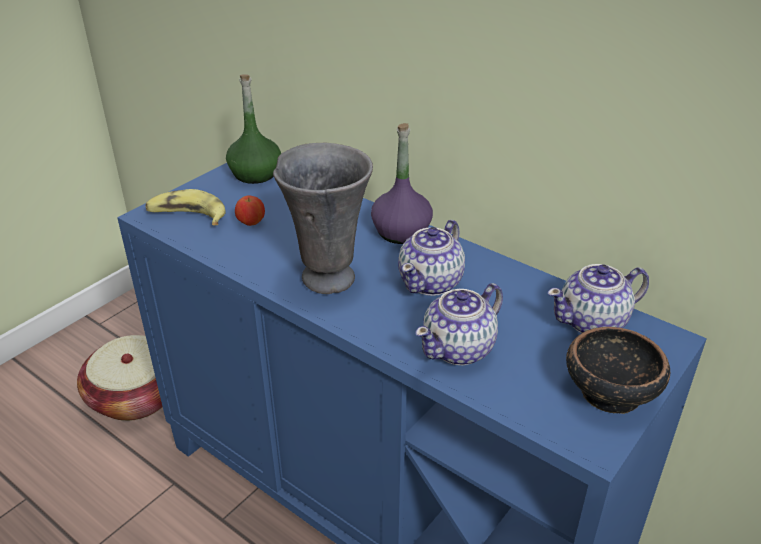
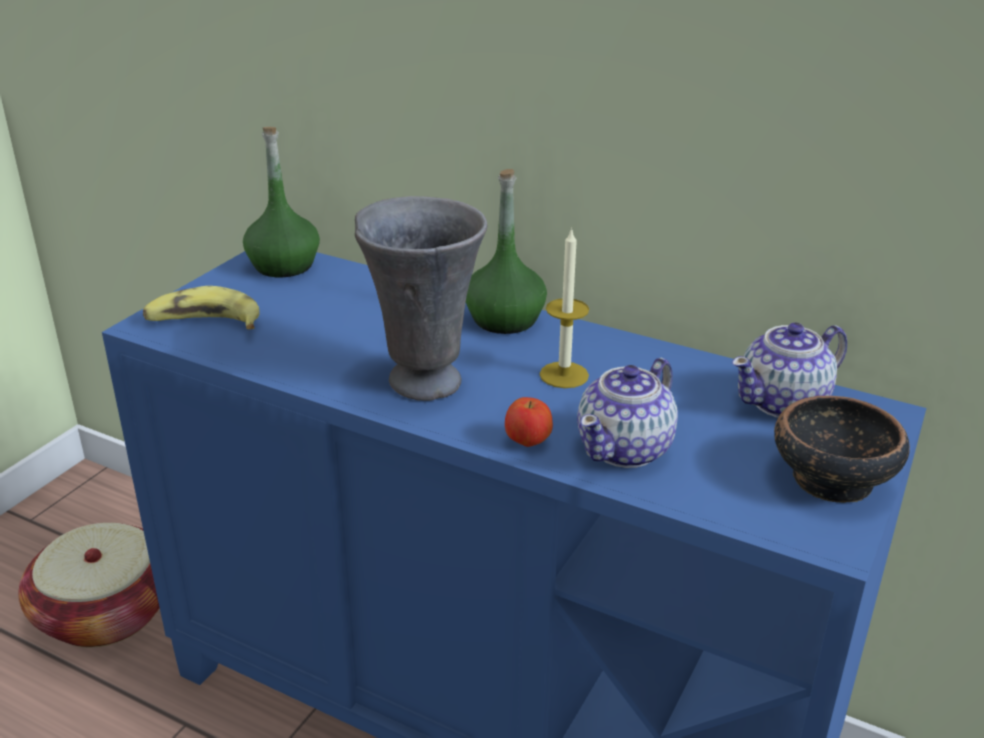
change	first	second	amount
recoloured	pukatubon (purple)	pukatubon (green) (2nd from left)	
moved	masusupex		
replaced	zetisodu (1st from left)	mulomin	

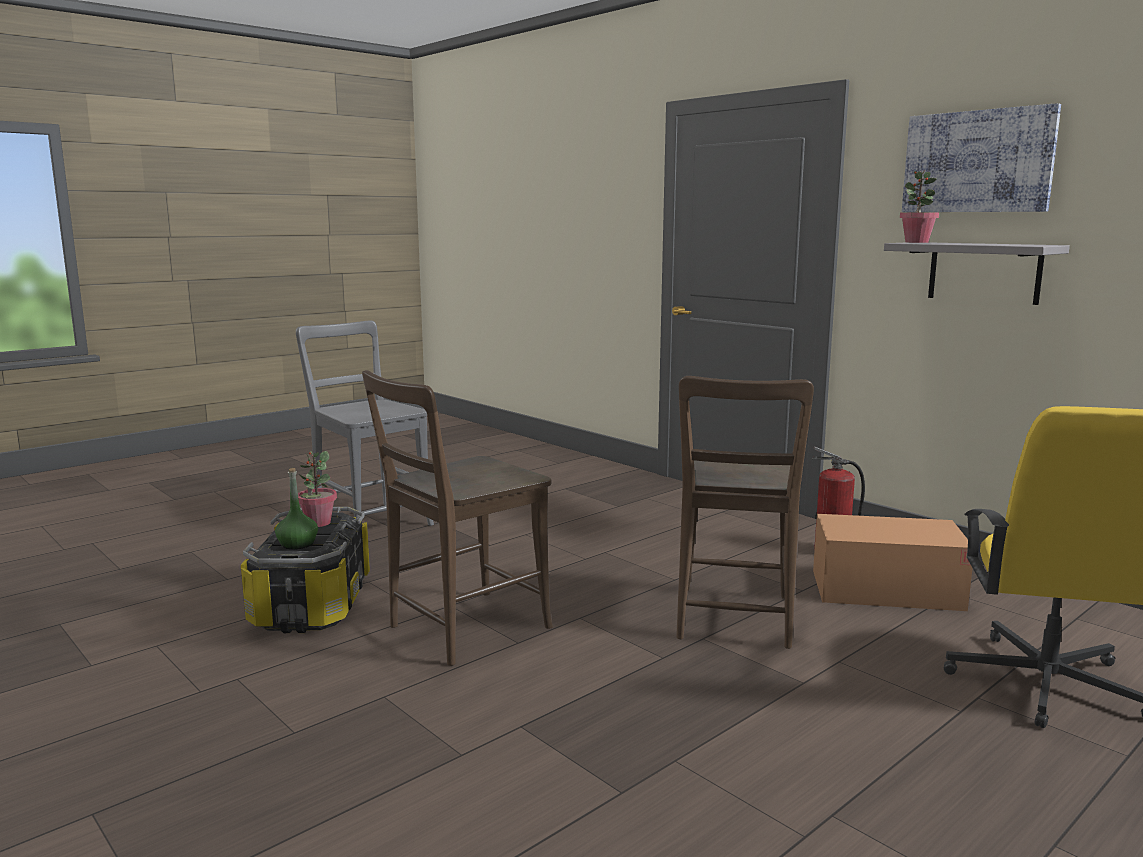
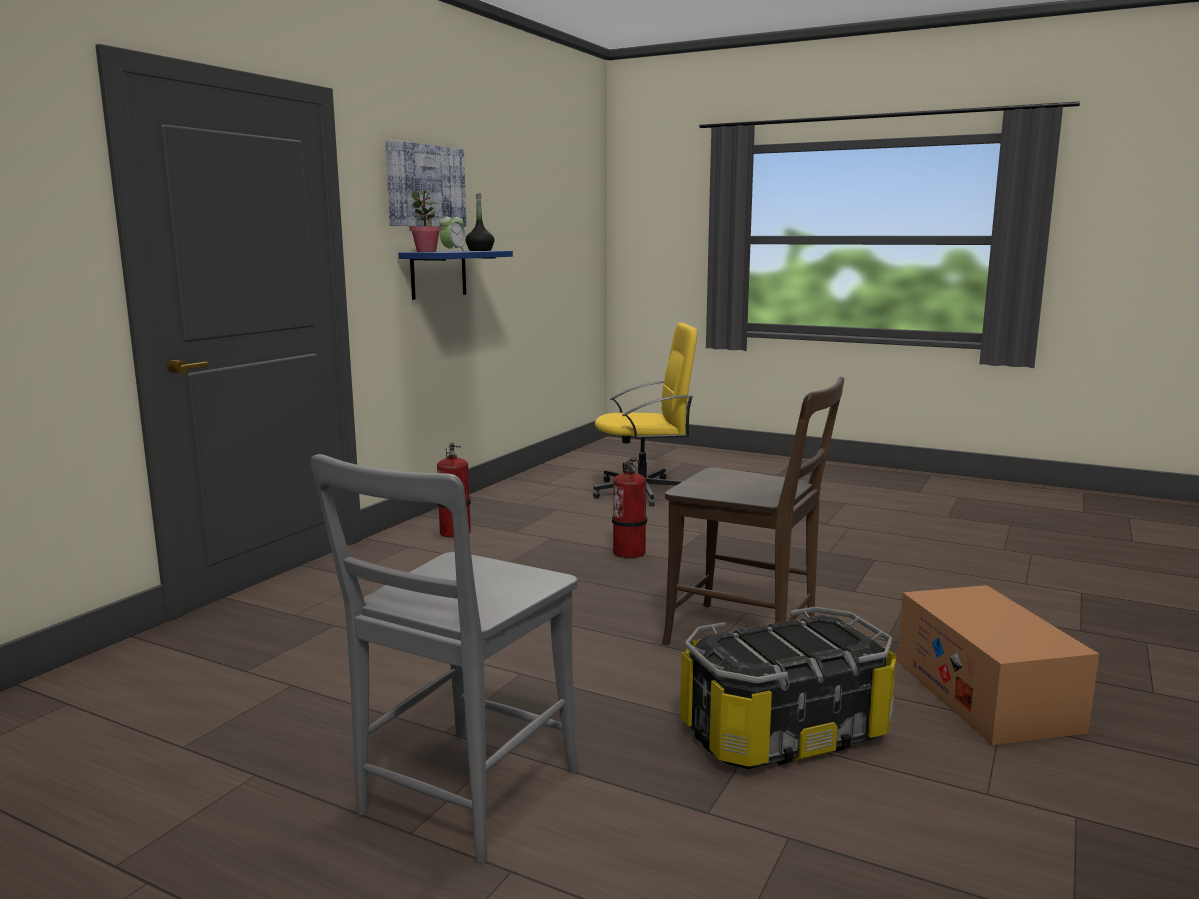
change	first	second	amount
recoloured	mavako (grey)	mavako (blue)	
replaced	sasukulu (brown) (2nd from left)	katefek (2nd from left)	
removed	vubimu (1st from left)		
removed	pukatubon (green)		
moved	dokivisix		
added		pukatubon (black)	
added		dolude	

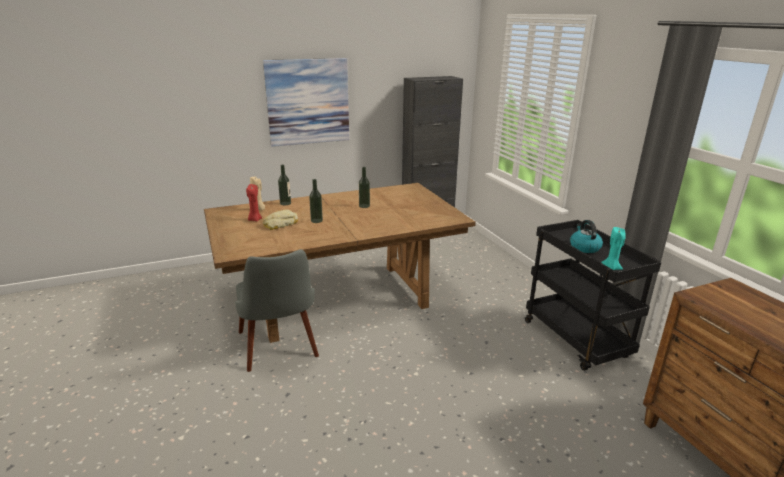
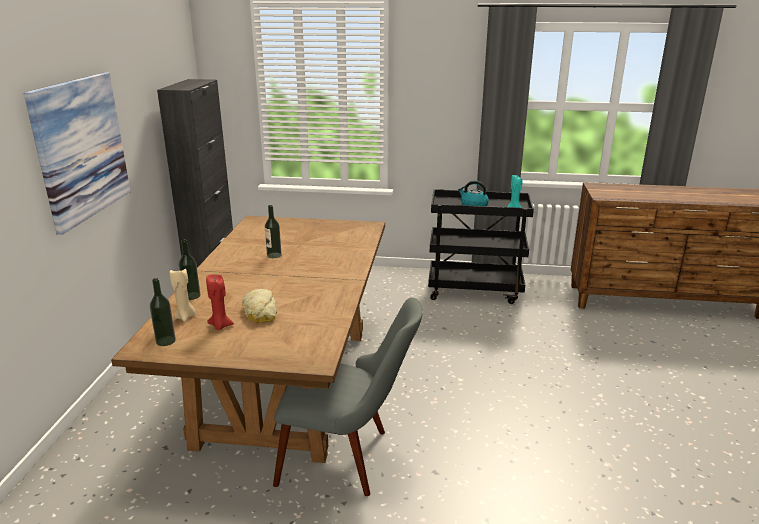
change	first	second	amount
moved	pukatubon (2nd from left in the first image)	pukatubon (1st from left)	

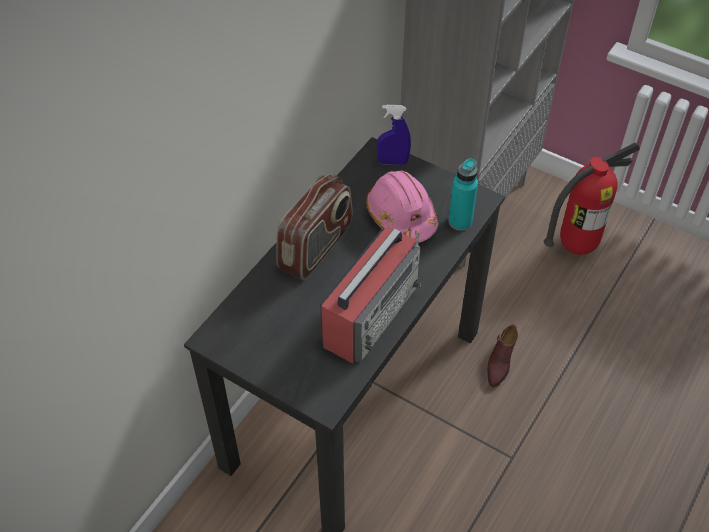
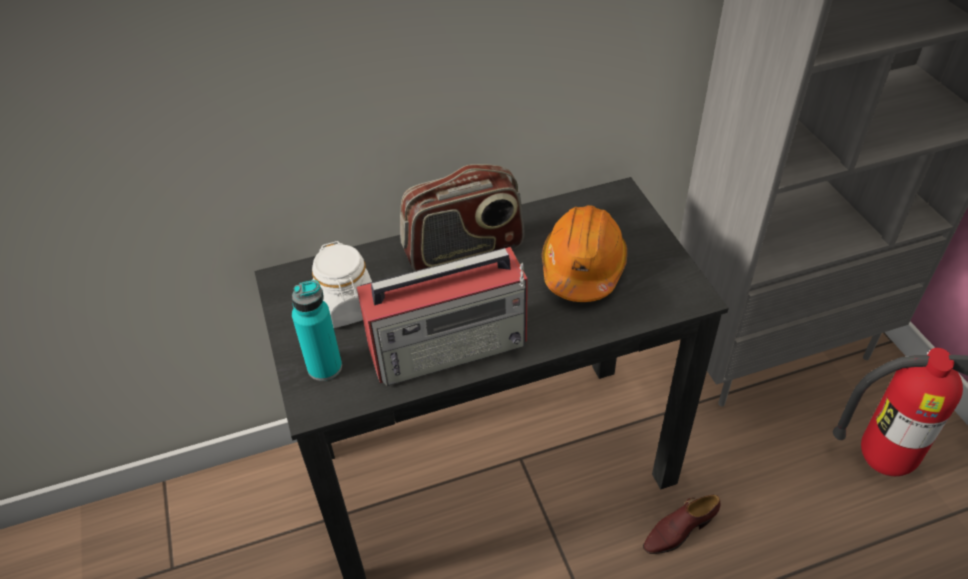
change	first	second	amount
removed	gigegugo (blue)		
moved	pukatubon (turquoise)		
recoloured	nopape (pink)	nopape (orange)	
added		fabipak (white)	

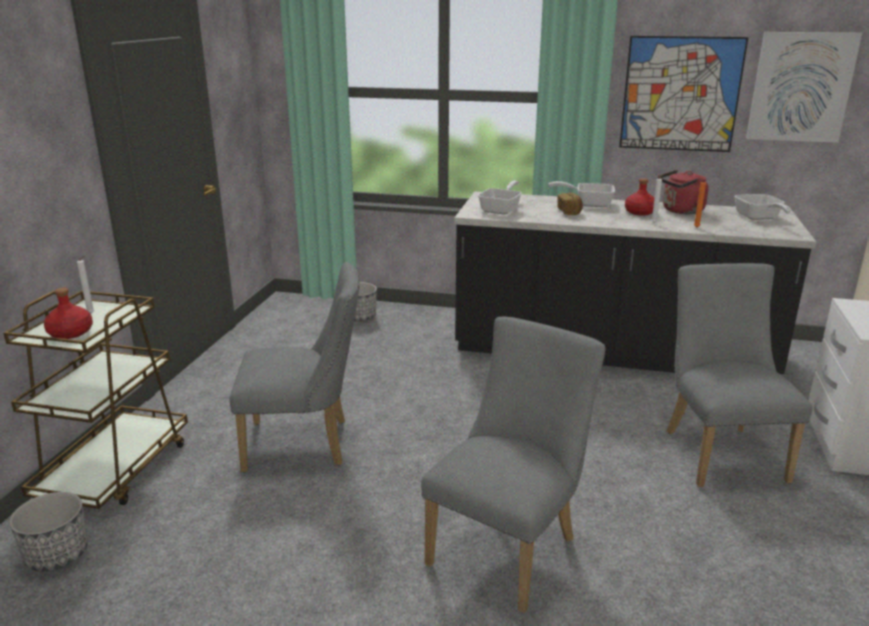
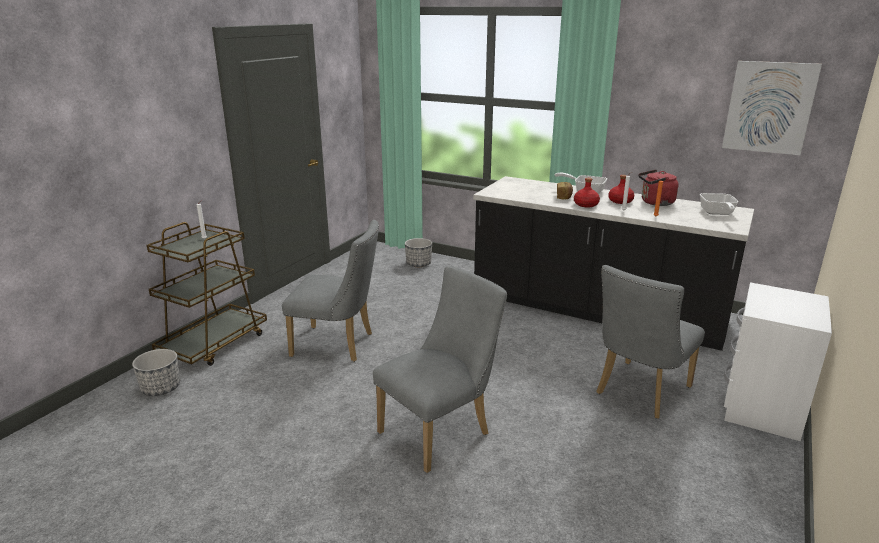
change	first	second	amount
removed	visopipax (1st from left)		
removed	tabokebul (1st from left)		
turned	sasukulu (grey) (3rd from left)		150 degrees counterclockwise
moved	pukatubon (red) (1st from left)		

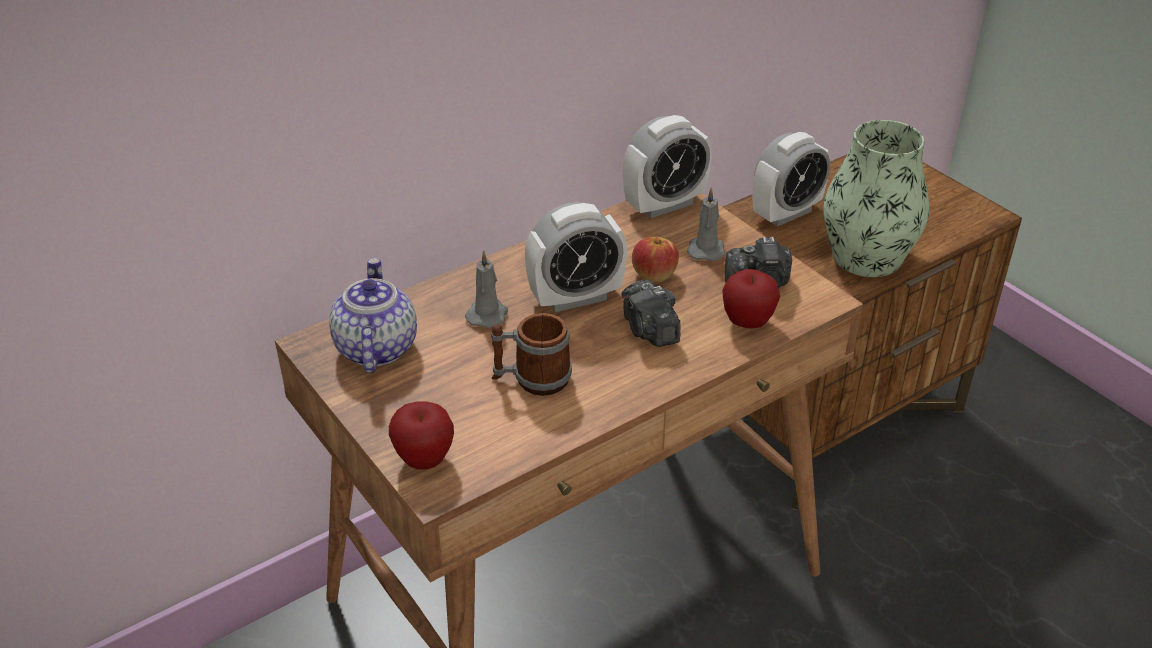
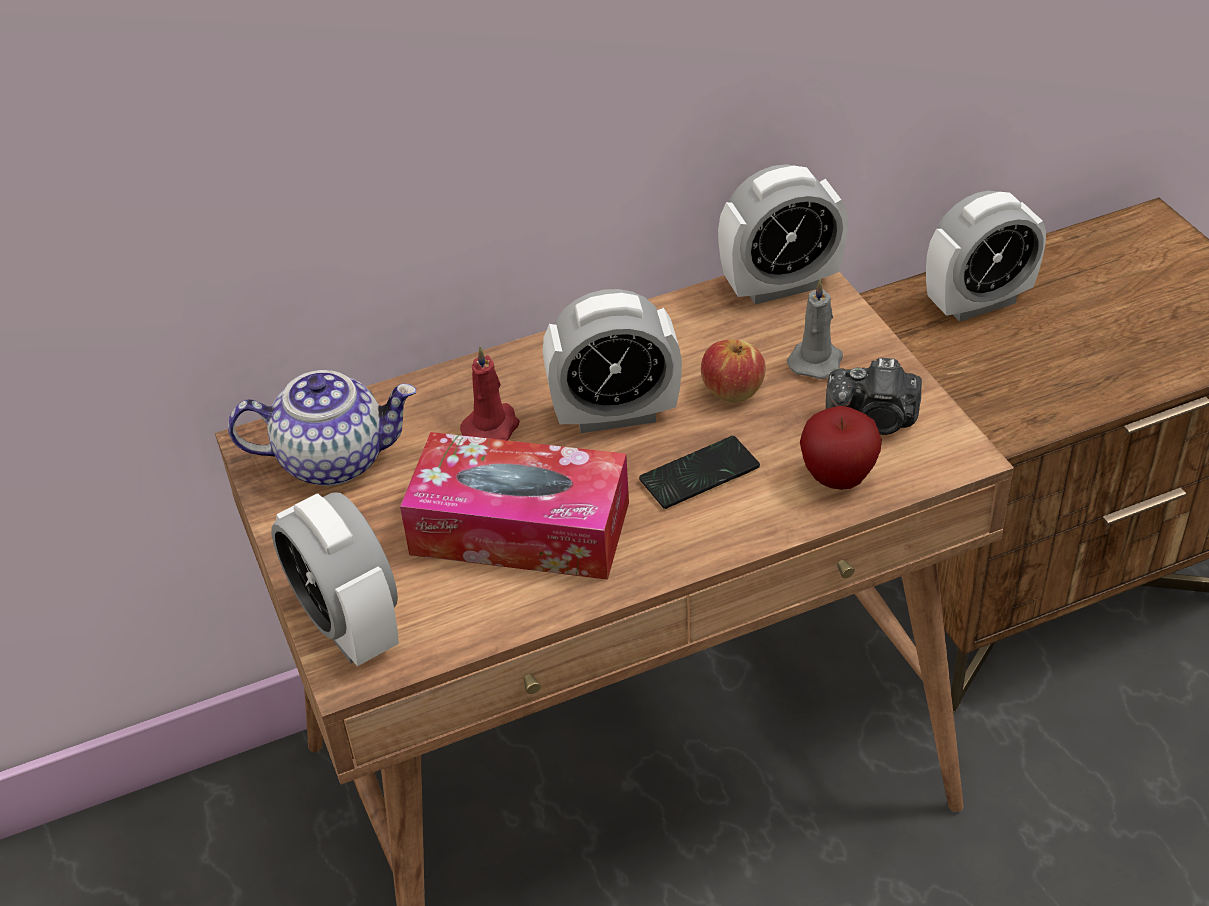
change	first	second	amount
removed	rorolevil		
recoloured	mulomin (grey) (1st from left)	mulomin (red)	
turned	zetisodu		75 degrees clockwise
replaced	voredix (1st from left)	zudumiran	
replaced	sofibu	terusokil	
replaced	masusupex (1st from left)	dolude (1st from left)	

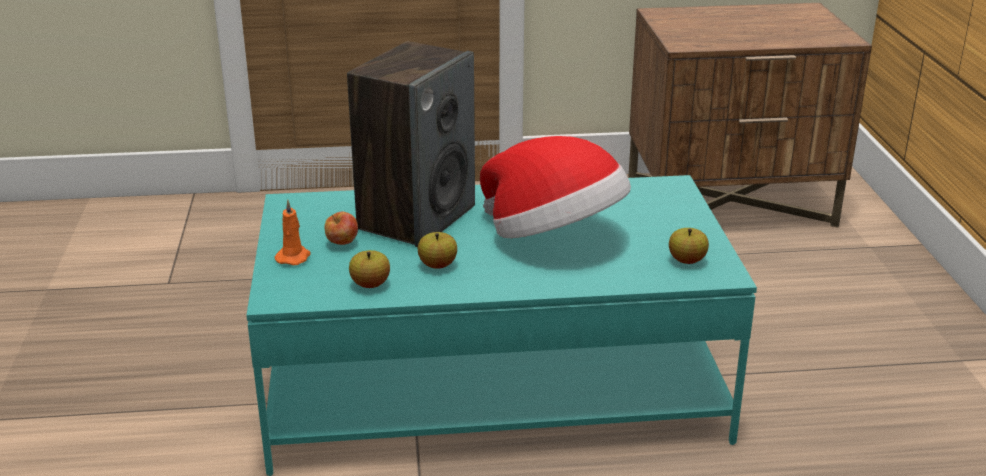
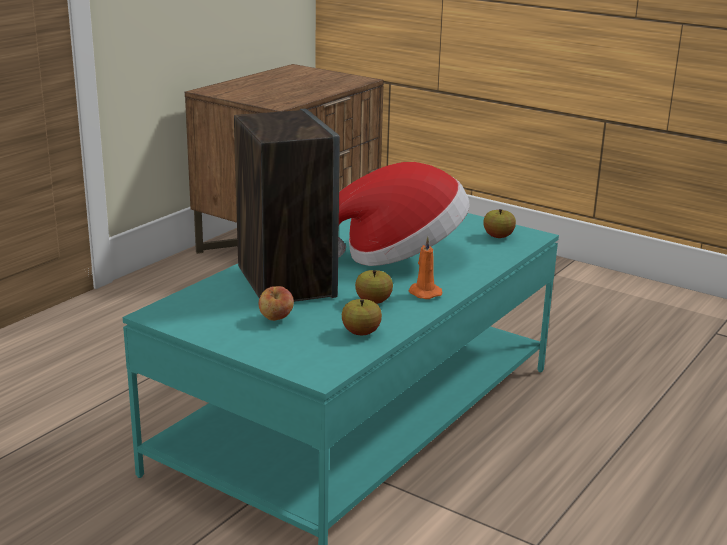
change	first	second	amount
moved	mulomin (orange)		

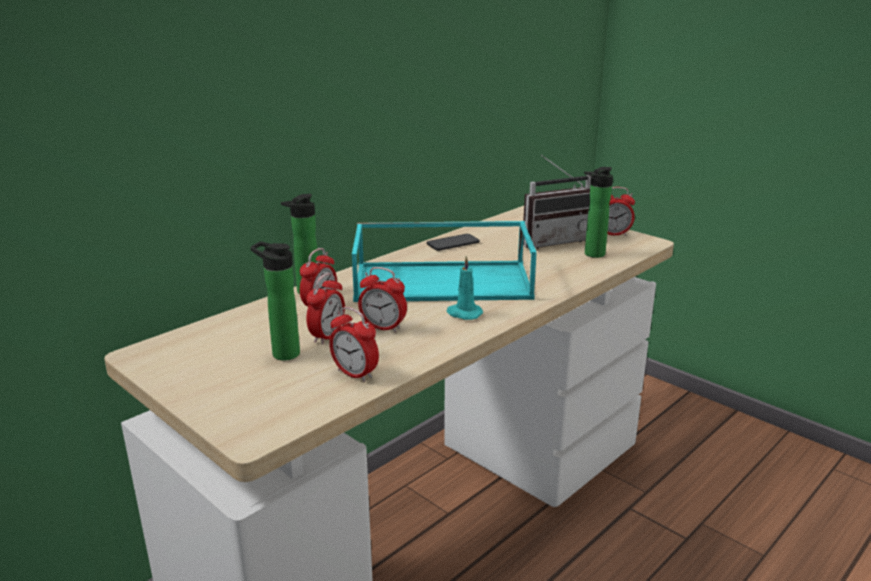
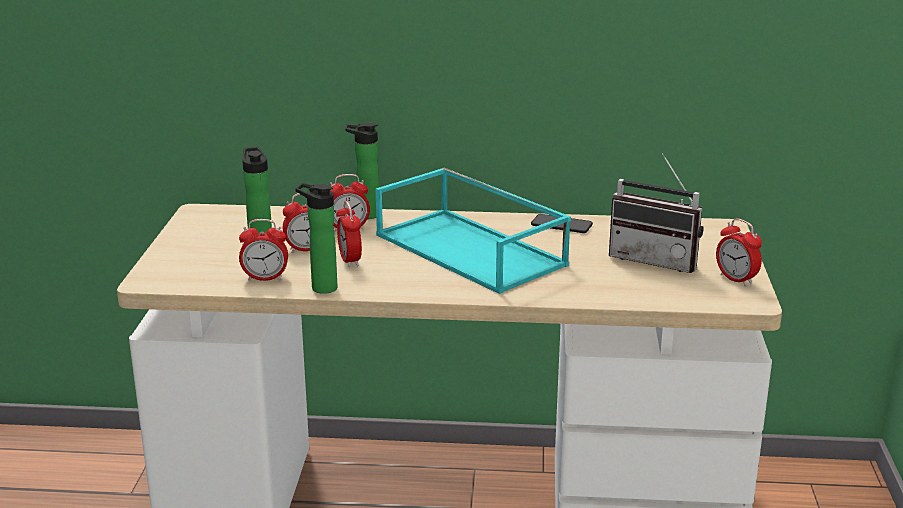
change	first	second	amount
moved	pukatubon (3rd from left in the first image)	pukatubon (2nd from left)	
removed	mulomin (turquoise)		
turned	dolude (3rd from left in the first image)	dolude (1st from left)	90 degrees counterclockwise

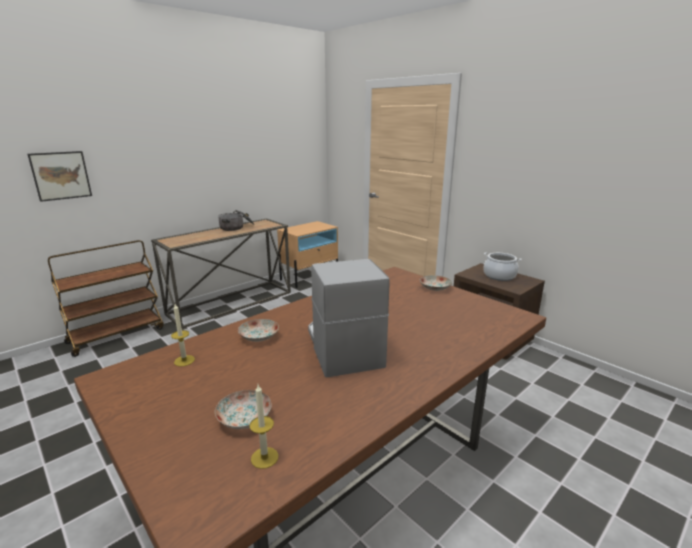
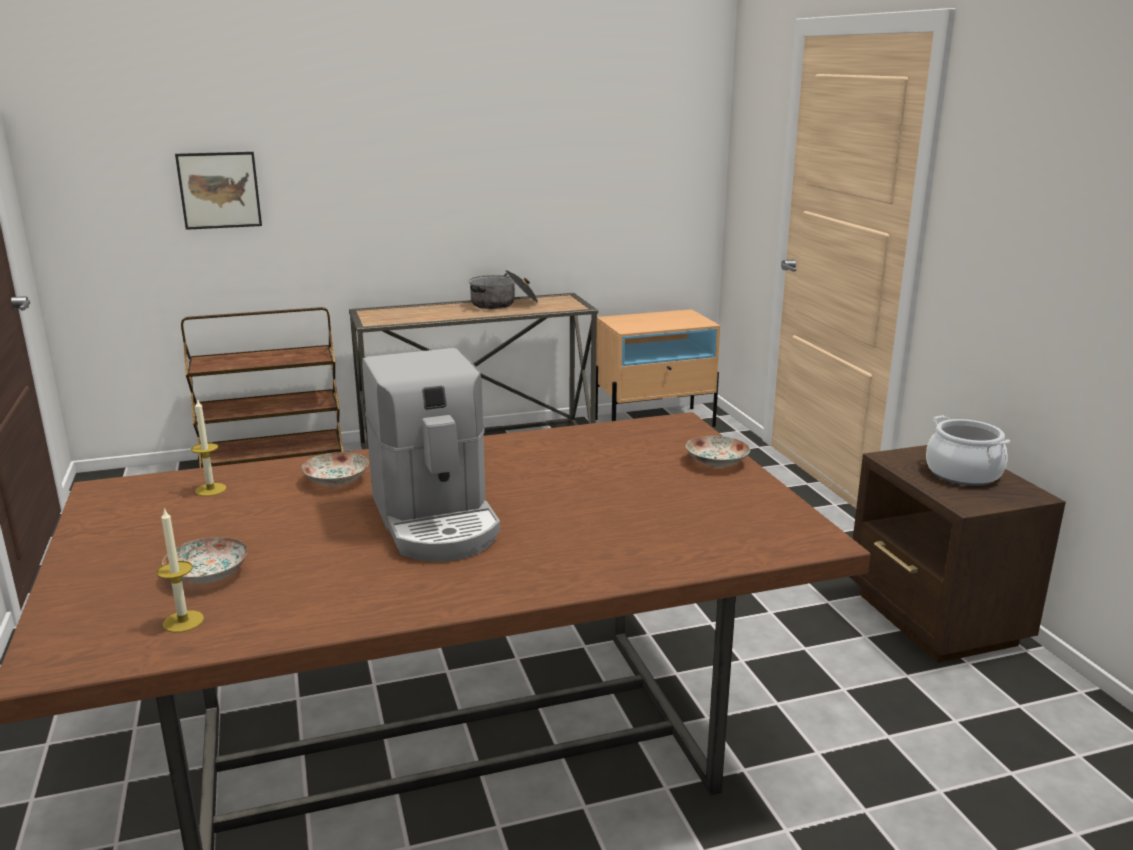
change	first	second	amount
turned	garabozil		150 degrees clockwise

